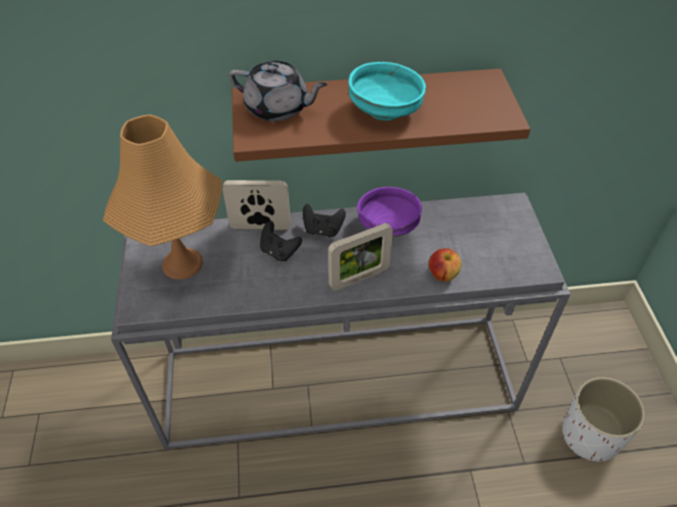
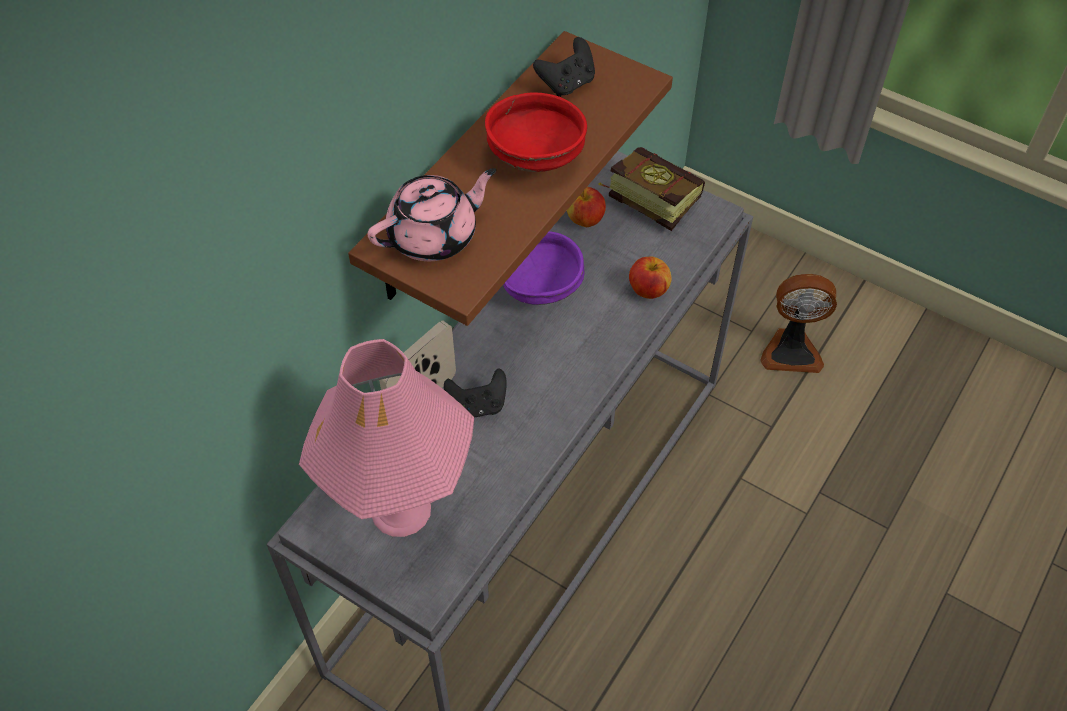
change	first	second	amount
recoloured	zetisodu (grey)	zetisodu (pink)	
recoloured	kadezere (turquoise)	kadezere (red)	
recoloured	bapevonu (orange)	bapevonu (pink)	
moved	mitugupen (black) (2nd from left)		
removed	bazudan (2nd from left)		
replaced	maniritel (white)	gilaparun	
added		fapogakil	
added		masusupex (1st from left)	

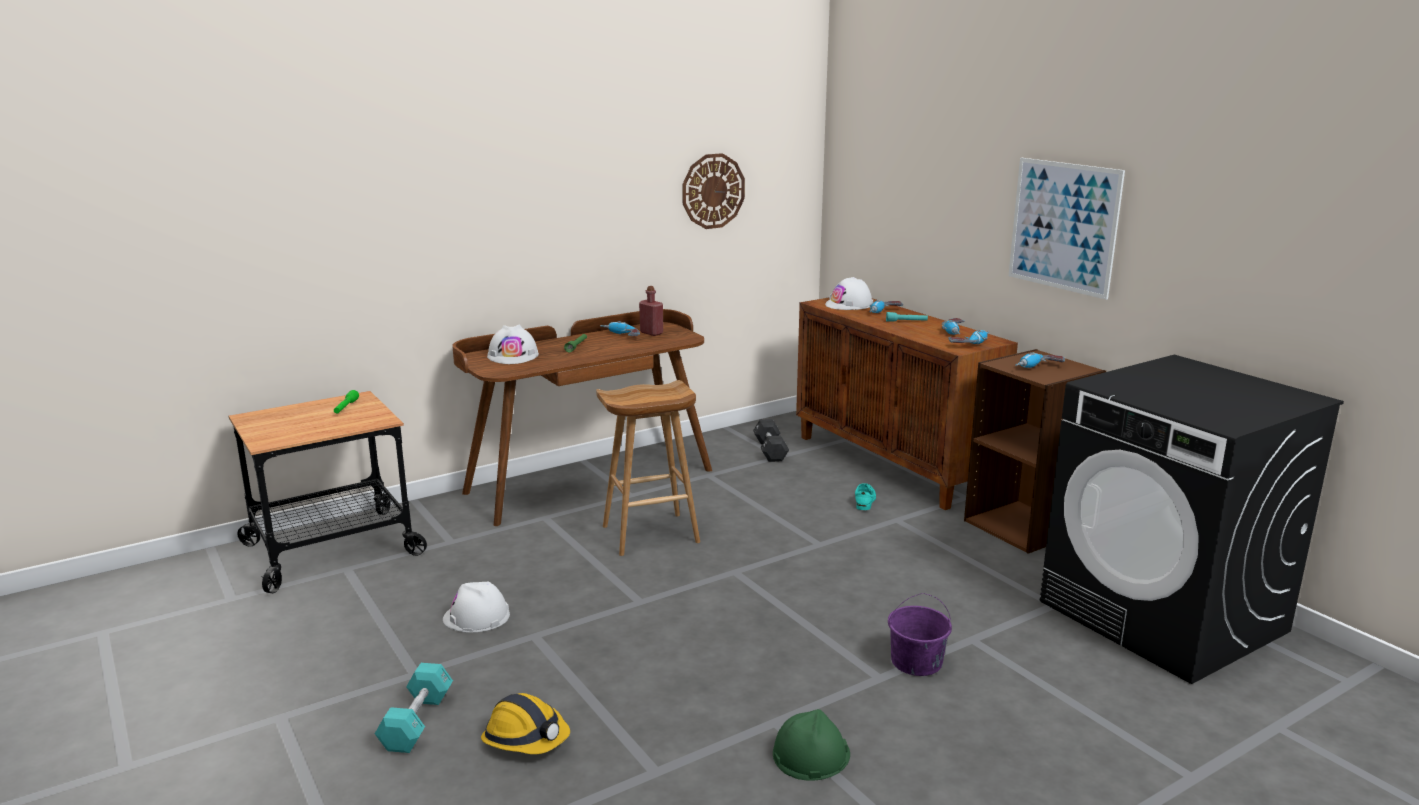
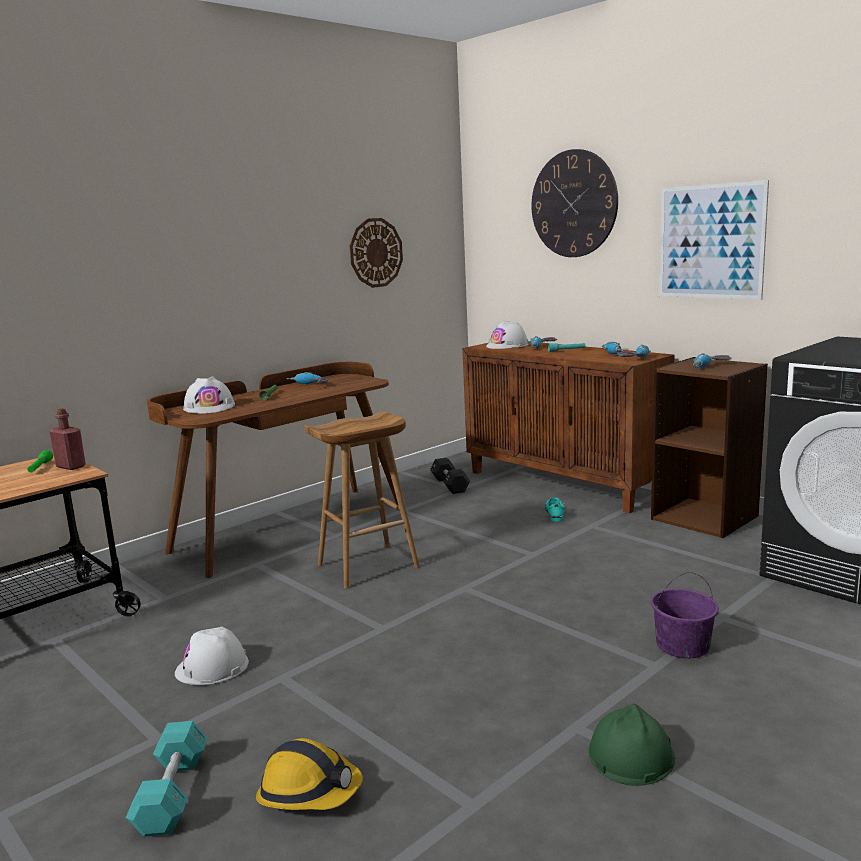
change	first	second	amount
moved	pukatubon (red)		
added		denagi (2nd from left)	

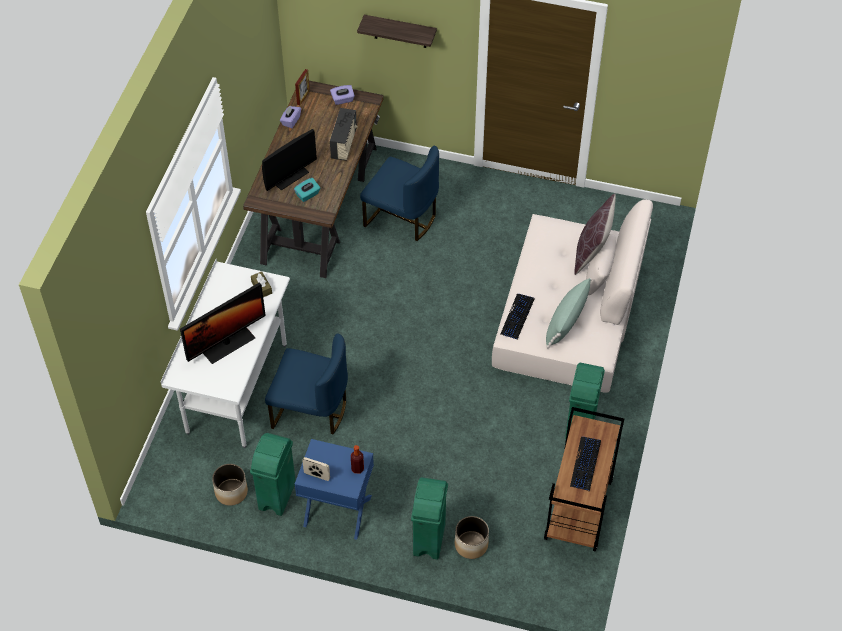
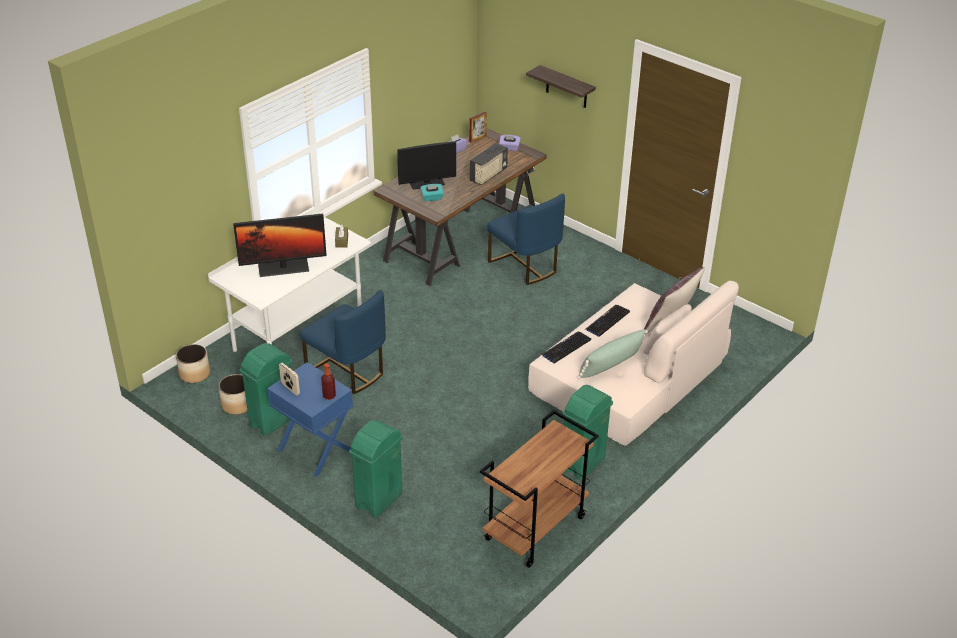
change	first	second	amount
moved	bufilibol (2nd from left)		
moved	maniritel (2nd from left in the first image)	maniritel (1st from left)	

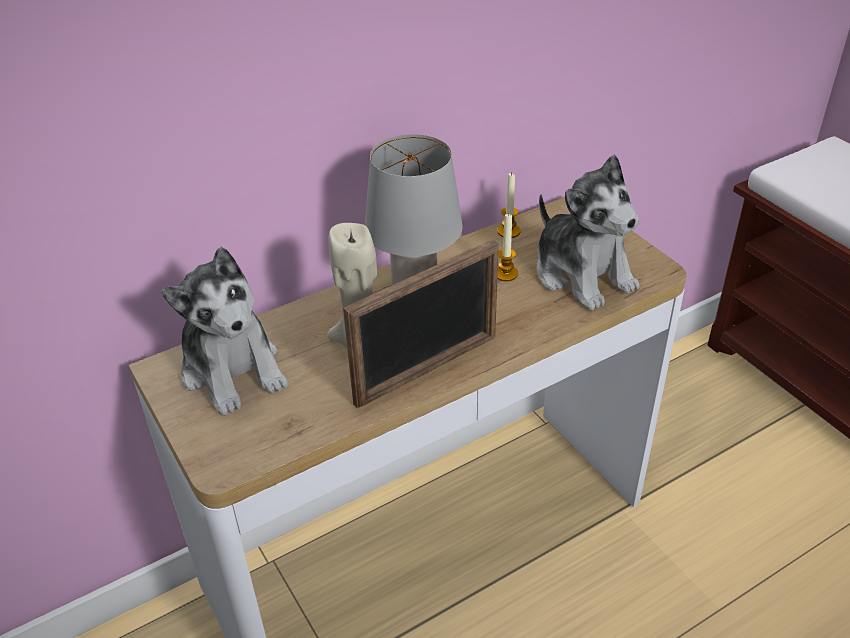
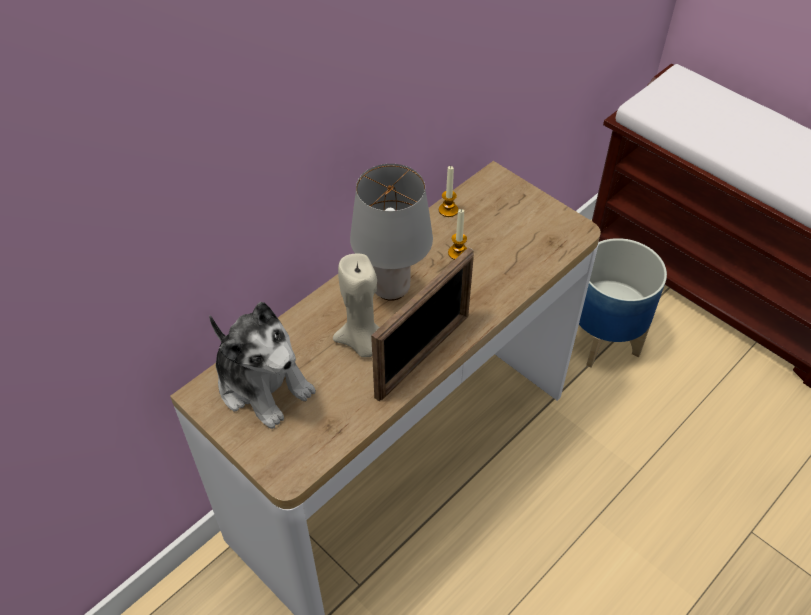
change	first	second	amount
removed	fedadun (2nd from left)		
added		maniritel	

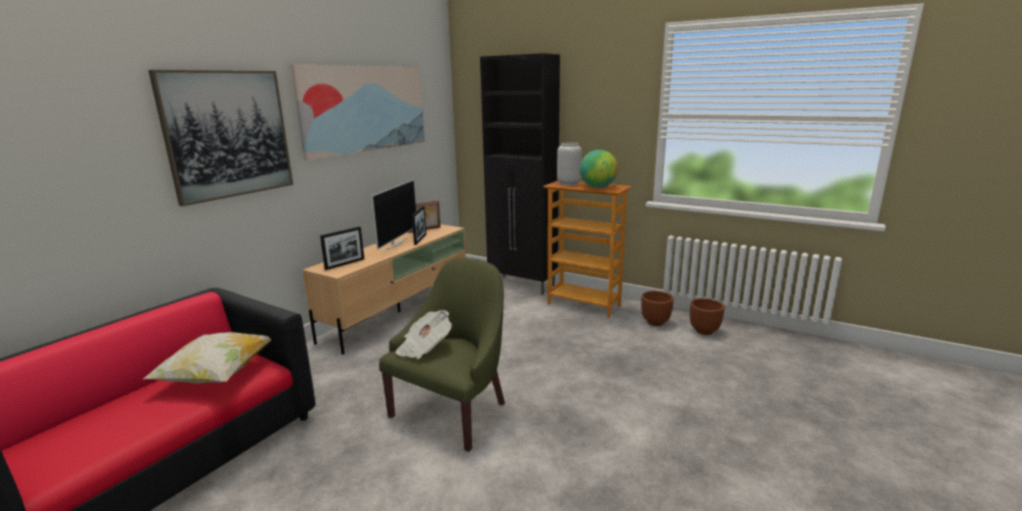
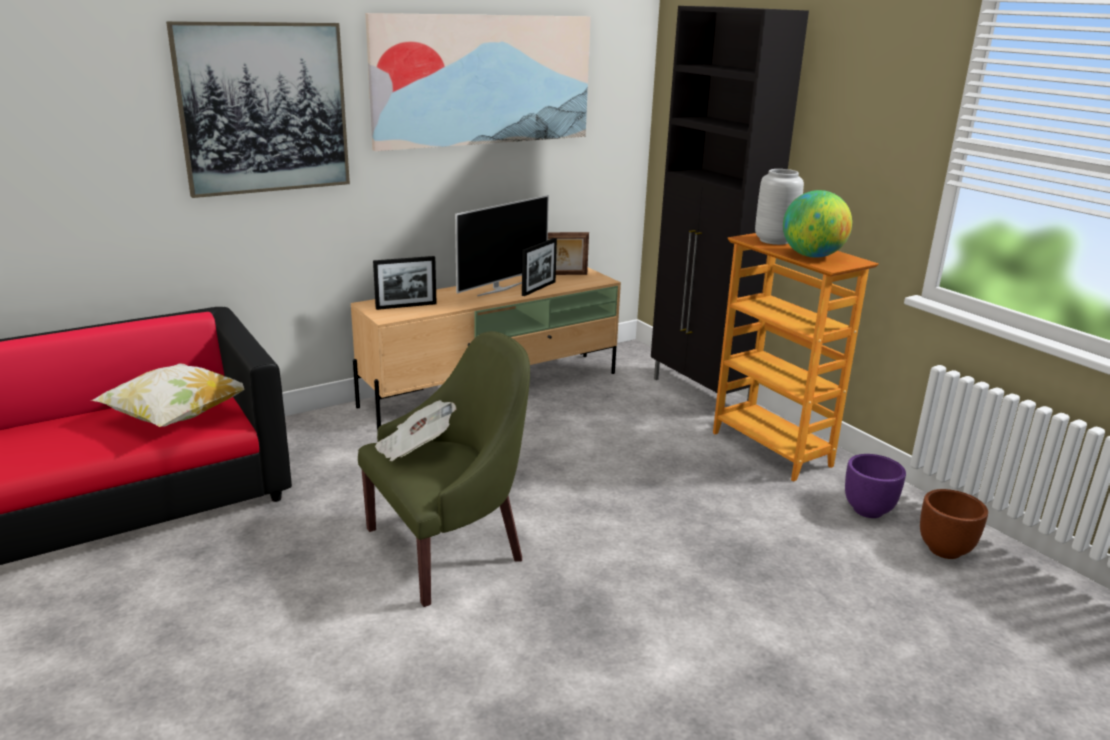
change	first	second	amount
recoloured	maniritel (brown) (1st from left)	maniritel (purple)	

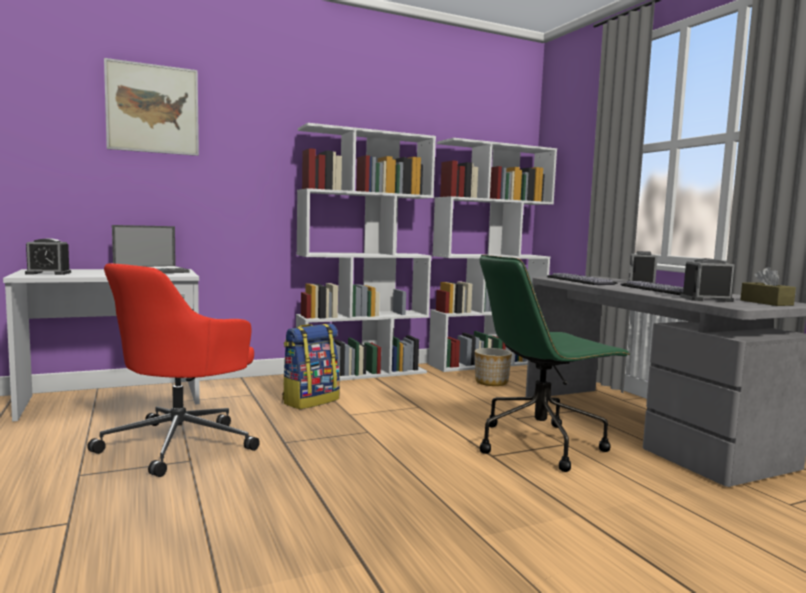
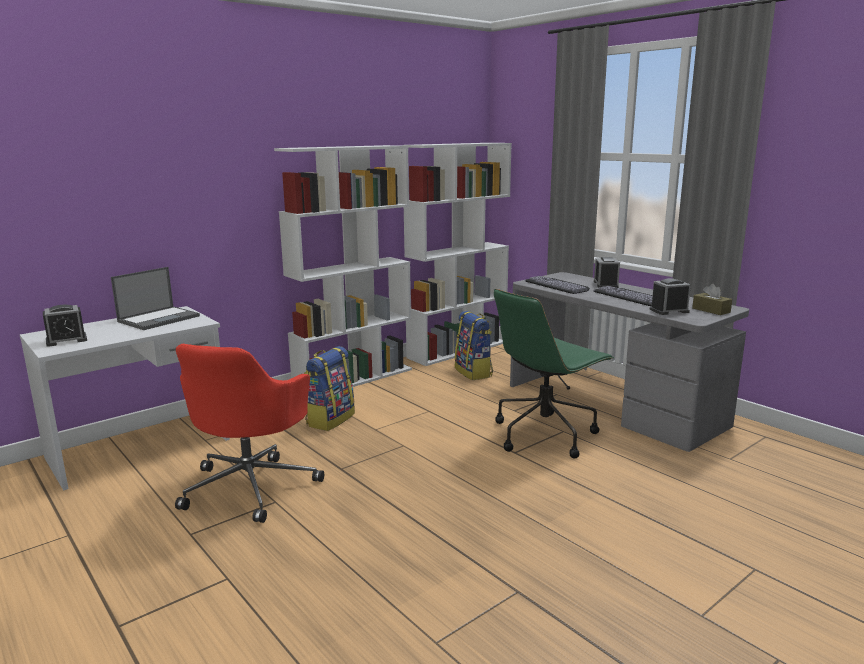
change	first	second	amount
removed	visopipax		
replaced	maniritel	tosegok (2nd from left)	

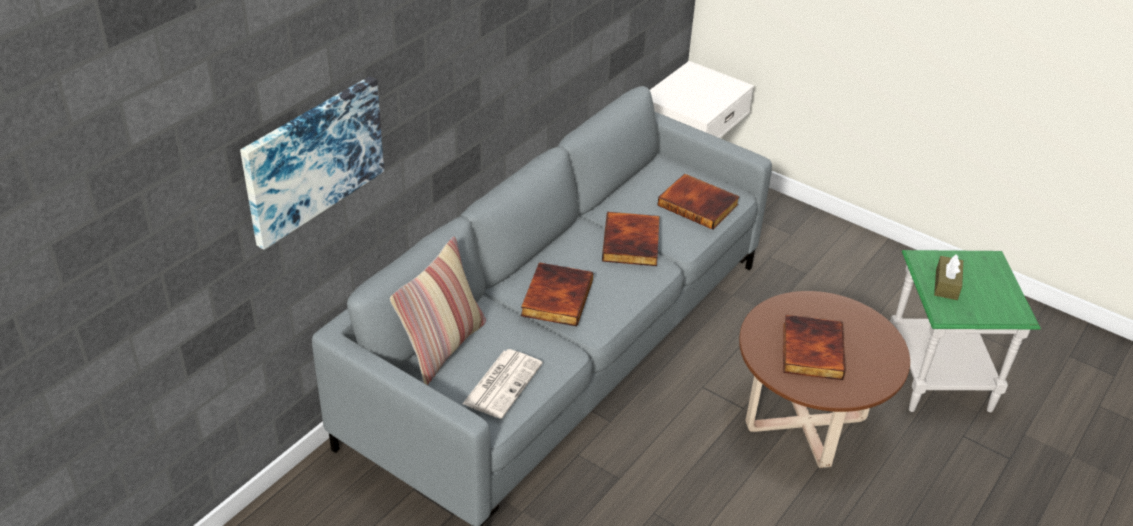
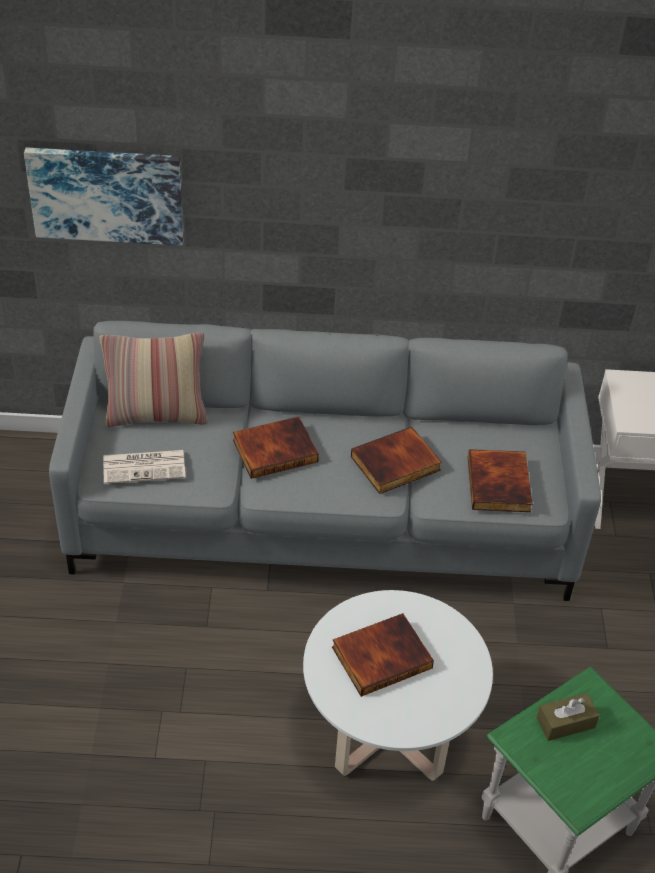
change	first	second	amount
recoloured	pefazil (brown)	pefazil (white)	

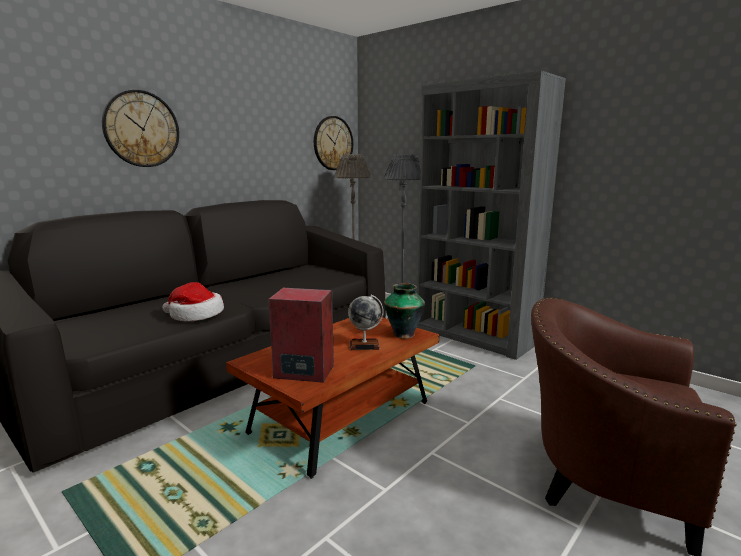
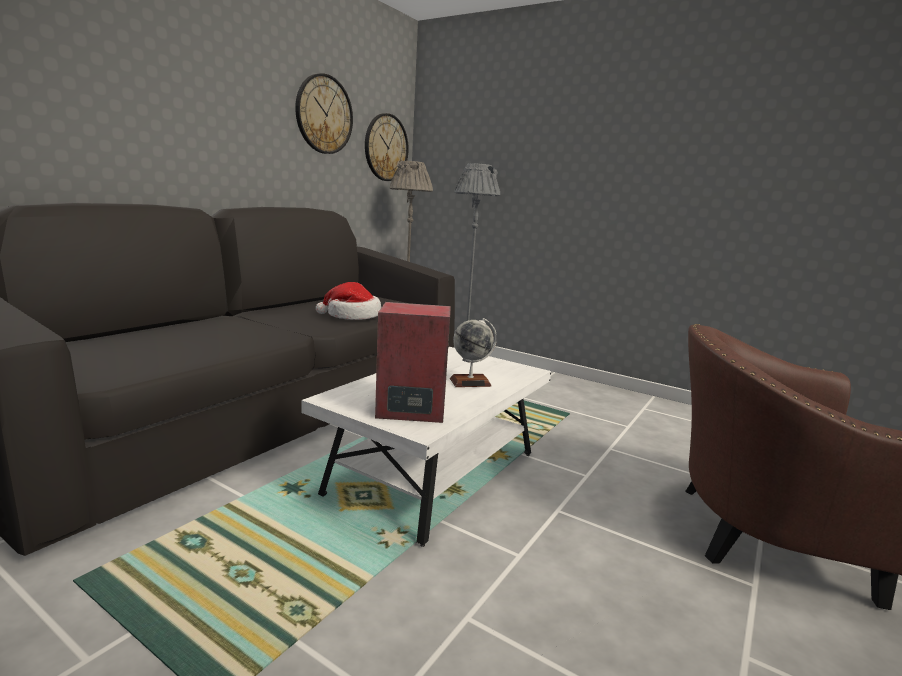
change	first	second	amount
removed	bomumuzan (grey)		
moved	denagi (1st from left)		
moved	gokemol		
removed	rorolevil		
recoloured	pefazil (brown)	pefazil (white)	

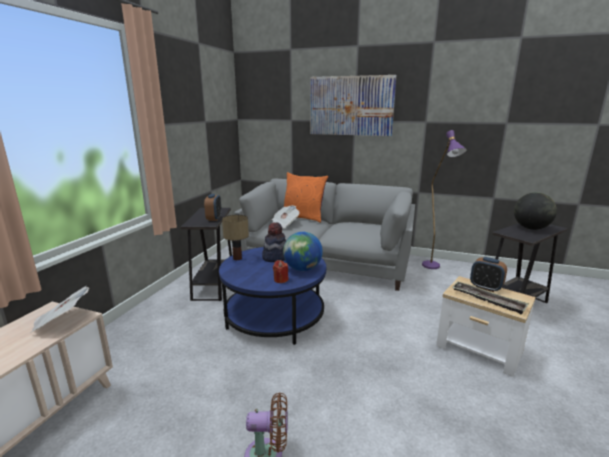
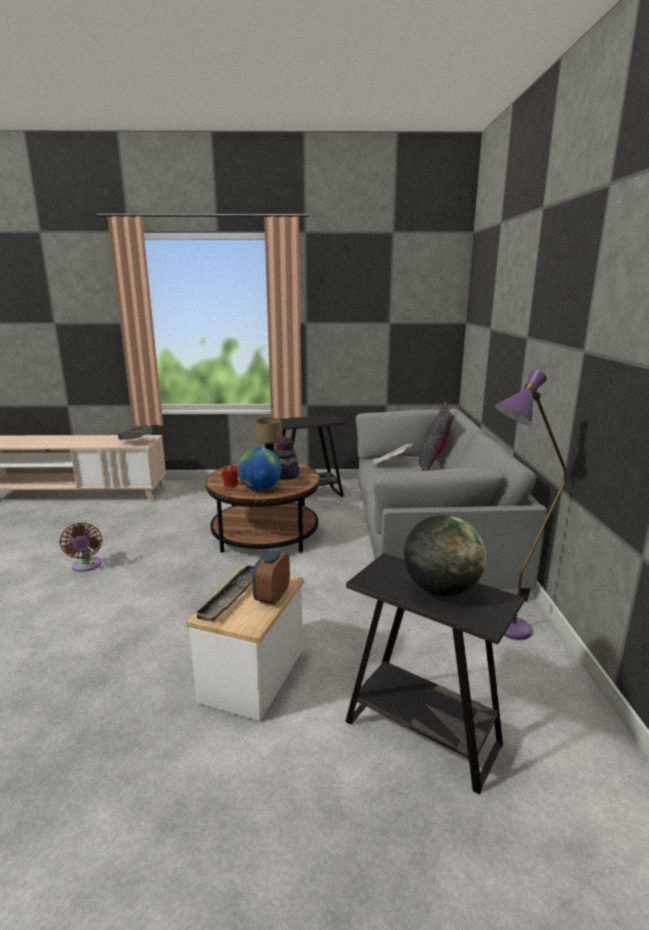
change	first	second	amount
removed	visopipax		
recoloured	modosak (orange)	modosak (grey)	
removed	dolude (1st from left)		
recoloured	pefazil (blue)	pefazil (brown)	

